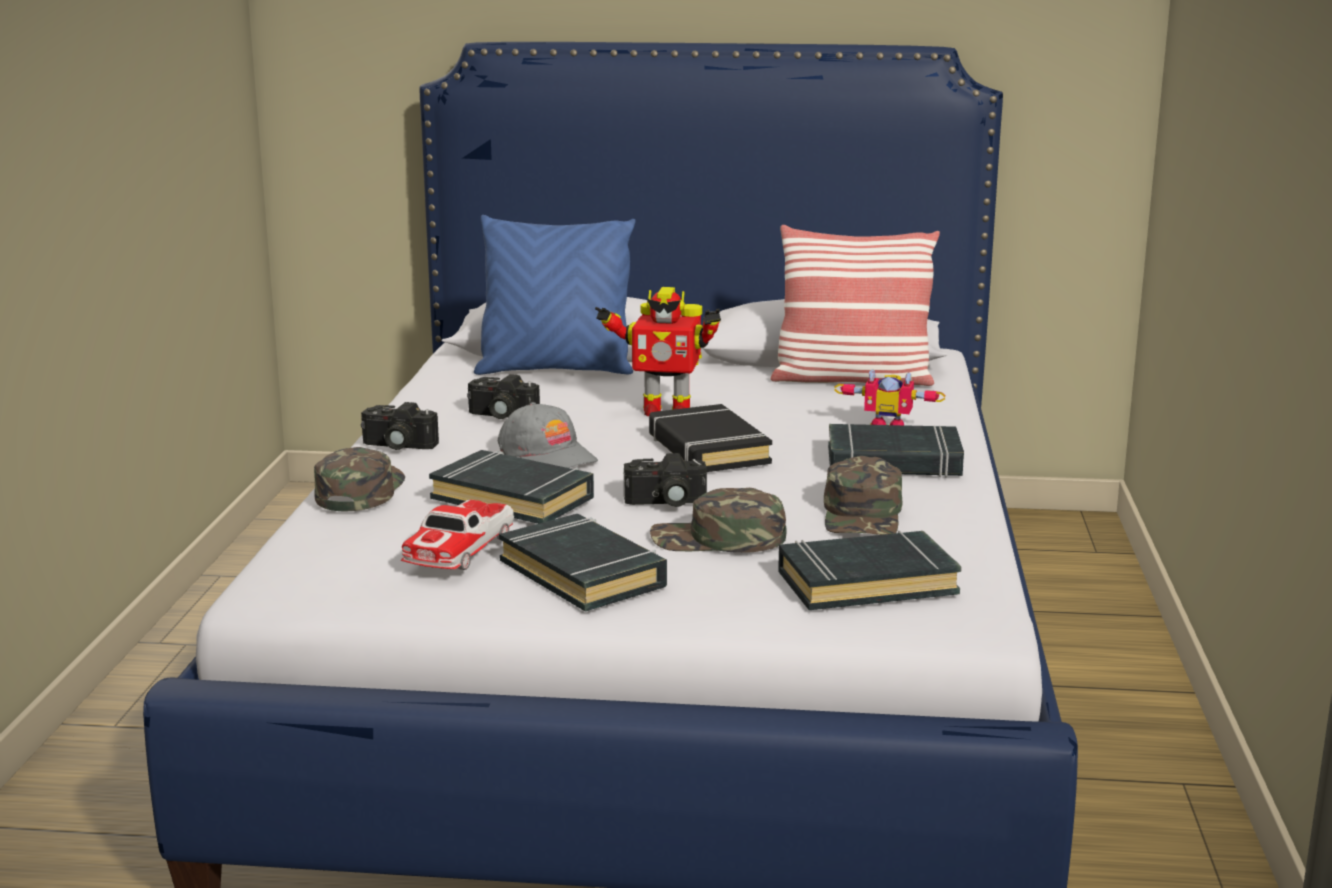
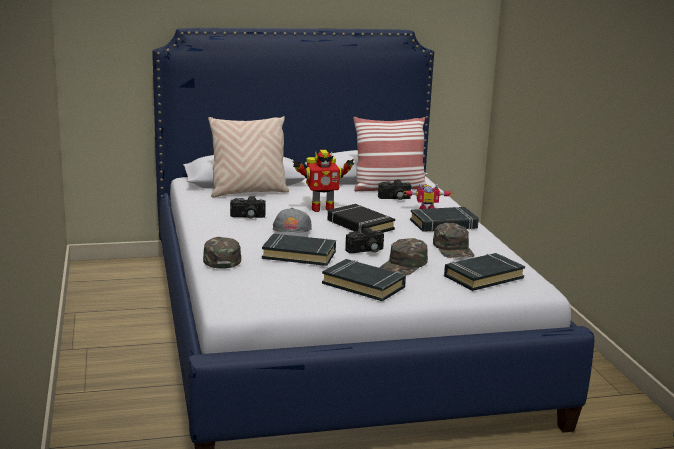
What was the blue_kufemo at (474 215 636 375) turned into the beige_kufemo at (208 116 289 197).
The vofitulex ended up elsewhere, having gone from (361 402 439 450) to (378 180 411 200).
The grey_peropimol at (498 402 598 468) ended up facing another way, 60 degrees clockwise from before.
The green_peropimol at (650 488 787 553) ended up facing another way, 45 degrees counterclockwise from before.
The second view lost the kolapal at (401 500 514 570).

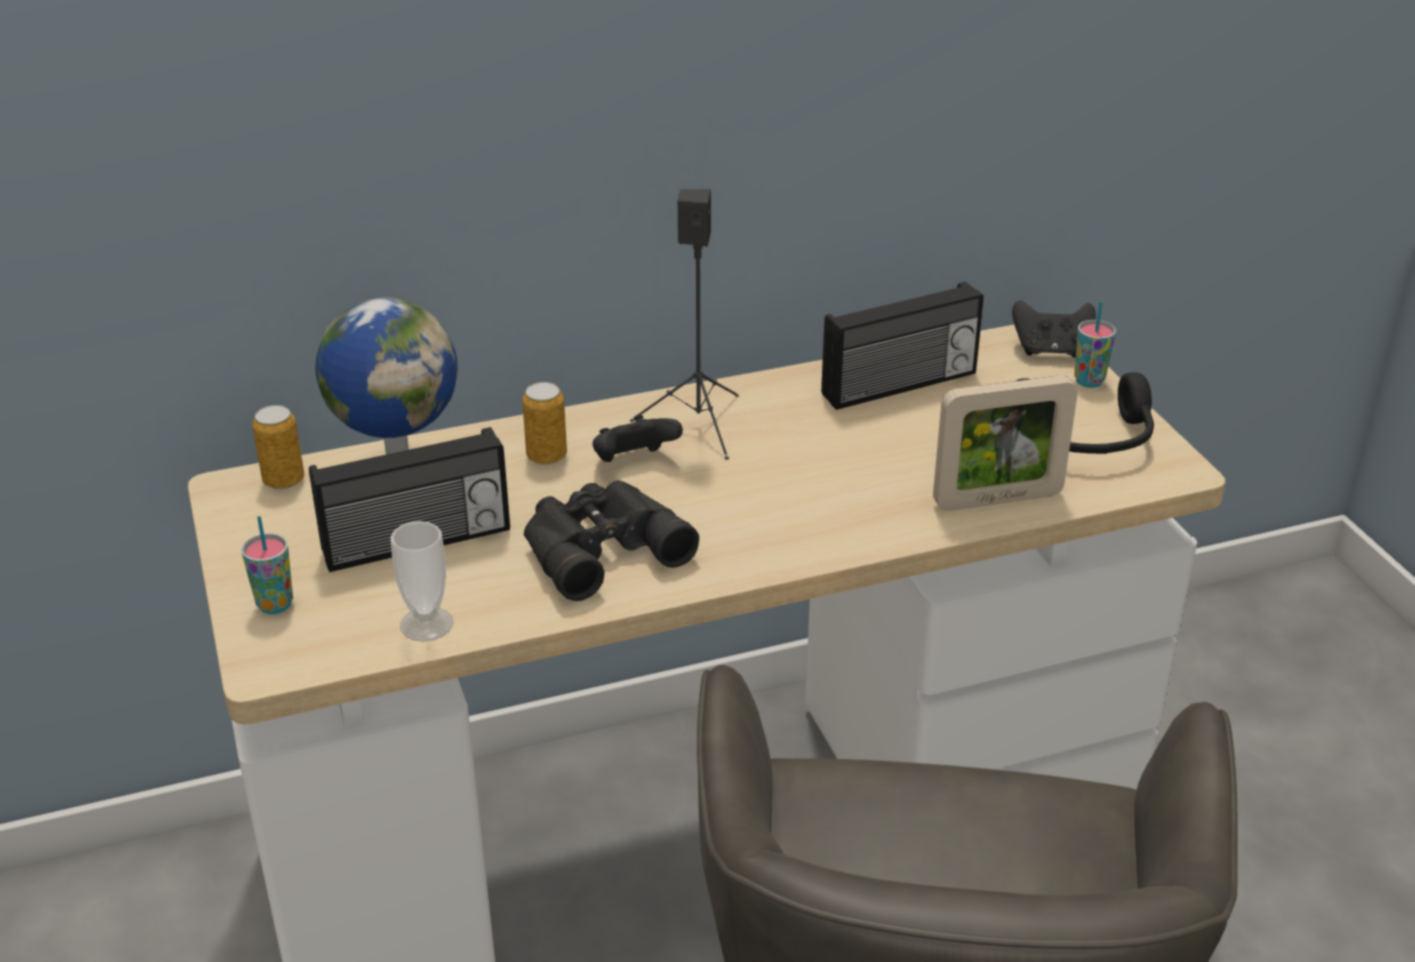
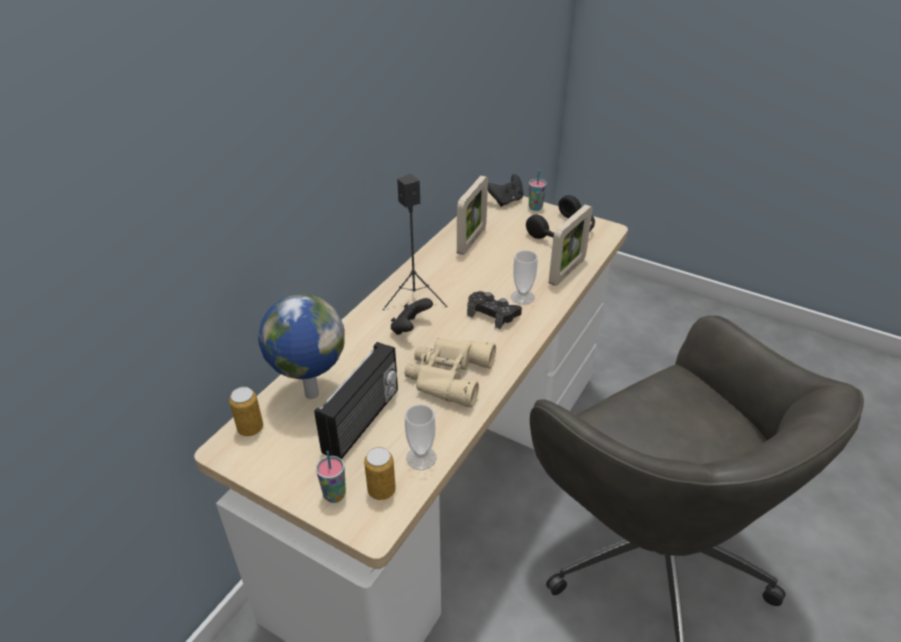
Where the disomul stood at (821 282 984 410), the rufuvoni came to stand at (457 176 488 255).
The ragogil ended up elsewhere, having gone from (522 382 567 465) to (364 447 396 500).
What was the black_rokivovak at (524 480 699 601) turned into the beige_rokivovak at (404 338 496 408).
The second view gained the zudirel at (511 250 538 305).
The second view gained the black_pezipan at (467 291 522 329).

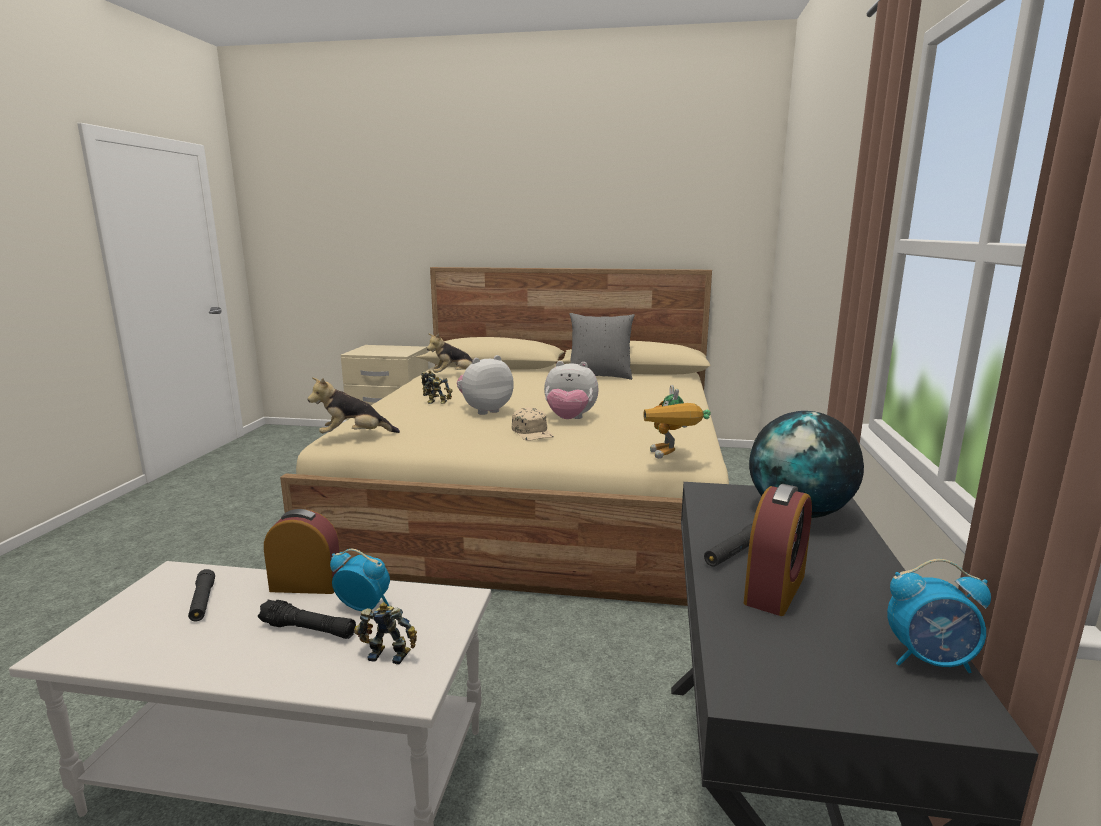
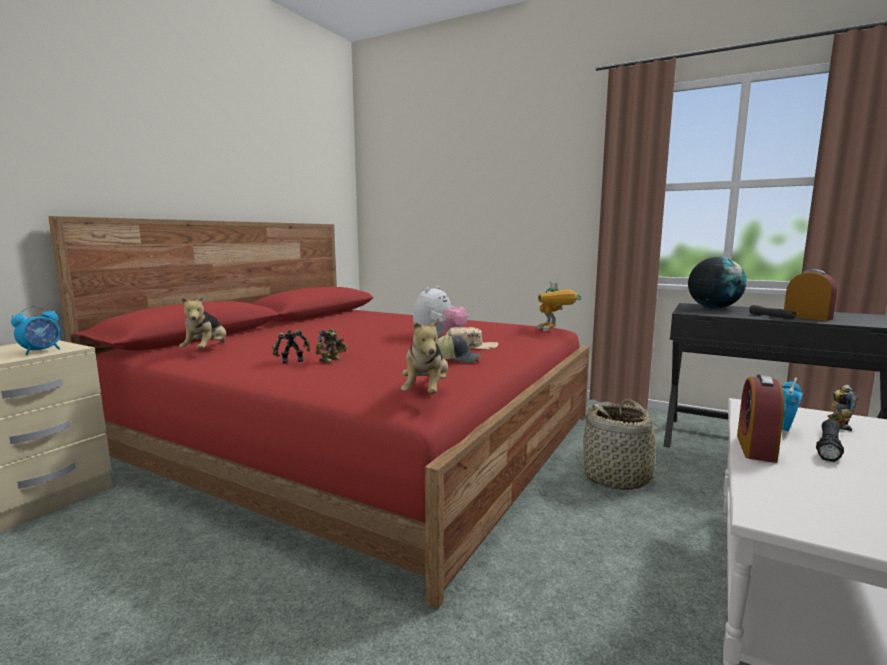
What was the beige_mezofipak at (280 267 729 606) turned into the red_mezofipak at (48 216 590 609).
The second view lost the grey_kufemo at (570 313 635 380).
The second view lost the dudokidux at (457 355 514 415).
The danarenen at (644 385 711 459) ended up facing another way, 60 degrees clockwise from before.
The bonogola ended up elsewhere, having gone from (887 559 991 673) to (11 306 60 355).
The second view lost the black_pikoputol at (188 569 215 621).
The second view gained the peropimol at (437 334 482 364).
The second view gained the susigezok at (576 399 673 490).

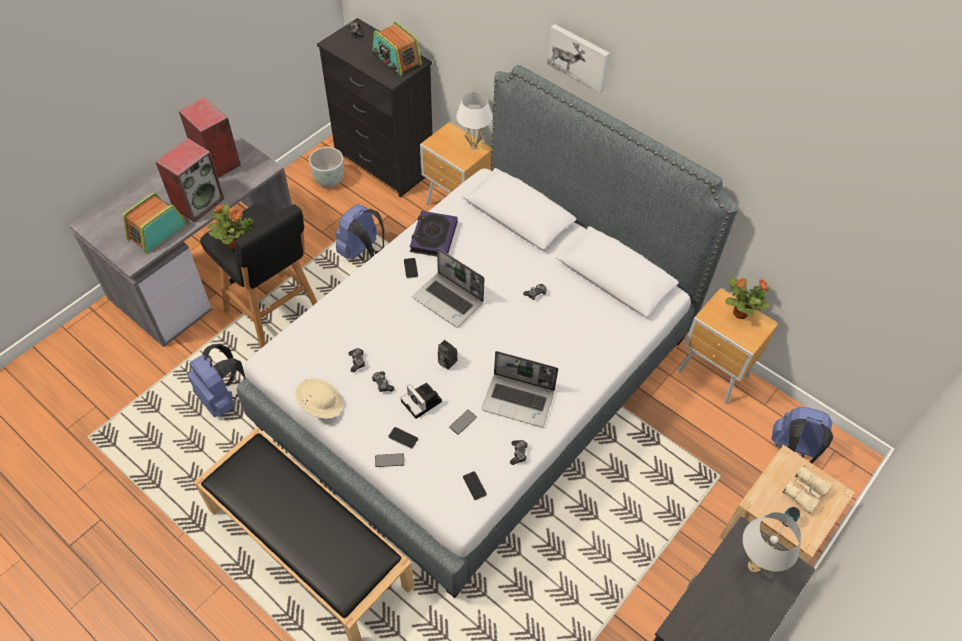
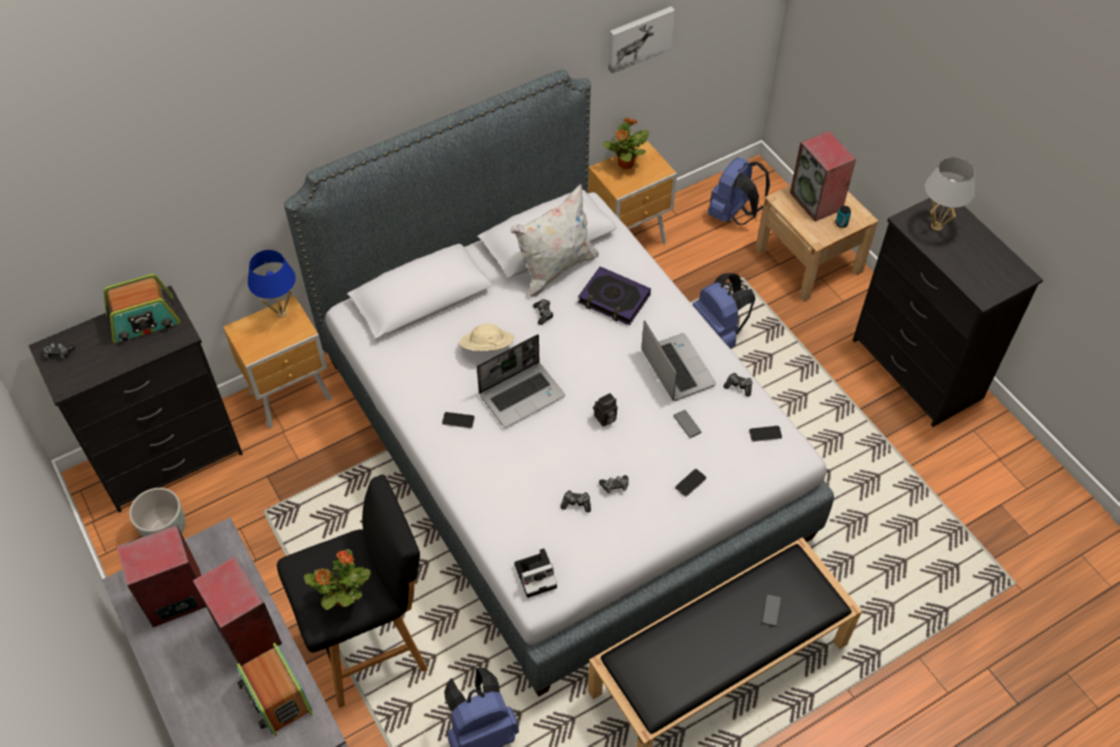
The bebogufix ended up elsewhere, having gone from (547 24 610 93) to (608 6 675 74).
What was the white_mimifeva at (456 92 493 149) turned into the blue_mimifeva at (248 250 296 317).
The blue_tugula ended up elsewhere, having gone from (336 204 384 262) to (693 273 755 349).
The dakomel ended up elsewhere, having gone from (410 211 457 257) to (578 266 651 326).
The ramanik at (481 351 558 427) ended up facing another way, 60 degrees counterclockwise from before.
The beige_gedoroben ended up elsewhere, having gone from (295 378 343 419) to (460 324 514 351).
The vofitulex ended up elsewhere, having gone from (401 383 442 419) to (514 548 557 598).
The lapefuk ended up elsewhere, having gone from (375 453 404 467) to (762 594 781 627).
Where the beige_rokivovak stood at (782 465 832 514), the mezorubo came to stand at (790 131 856 221).
The second view gained the white_kufemo at (511 184 599 297).

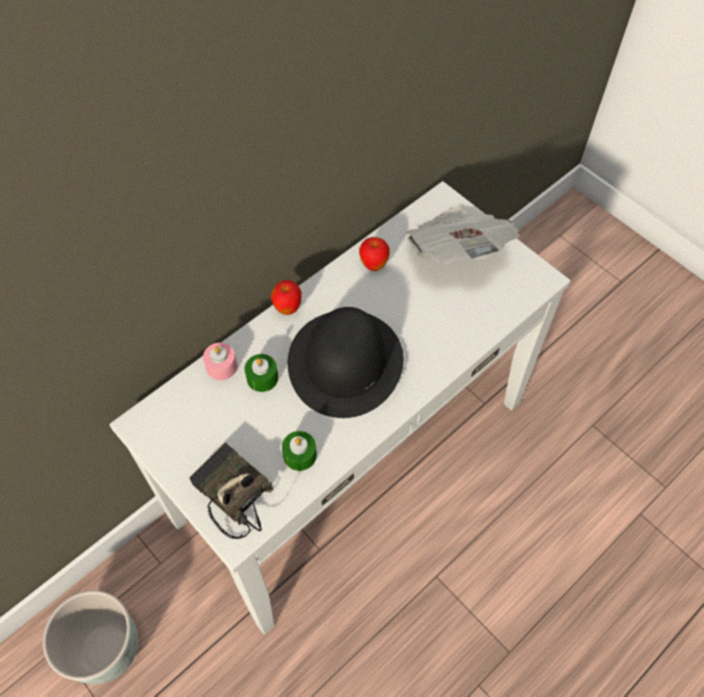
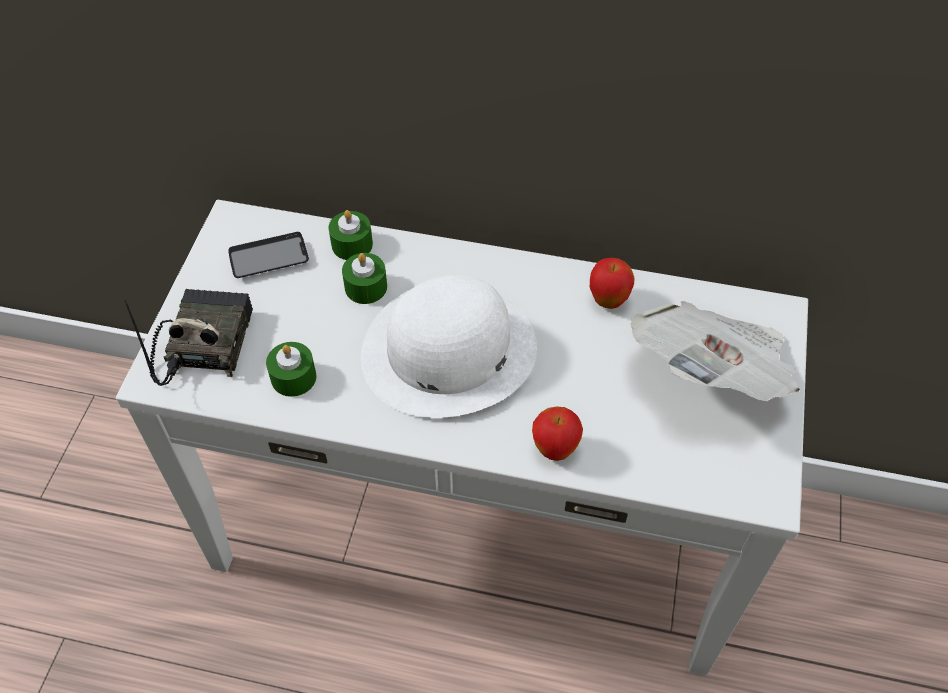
The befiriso ended up elsewhere, having gone from (271 280 302 315) to (532 406 583 461).
What was the black_gedoroben at (288 307 404 418) turned into the white_gedoroben at (361 275 537 418).
What was the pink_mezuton at (203 343 237 380) turned into the green_mezuton at (329 210 373 260).
The second view lost the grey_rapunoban at (43 590 138 684).
The second view gained the lapefuk at (228 232 309 278).

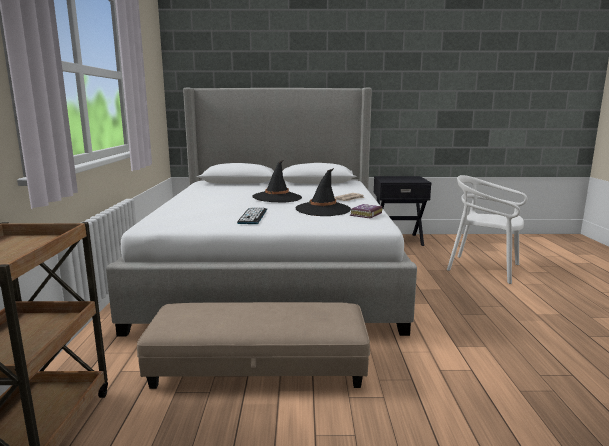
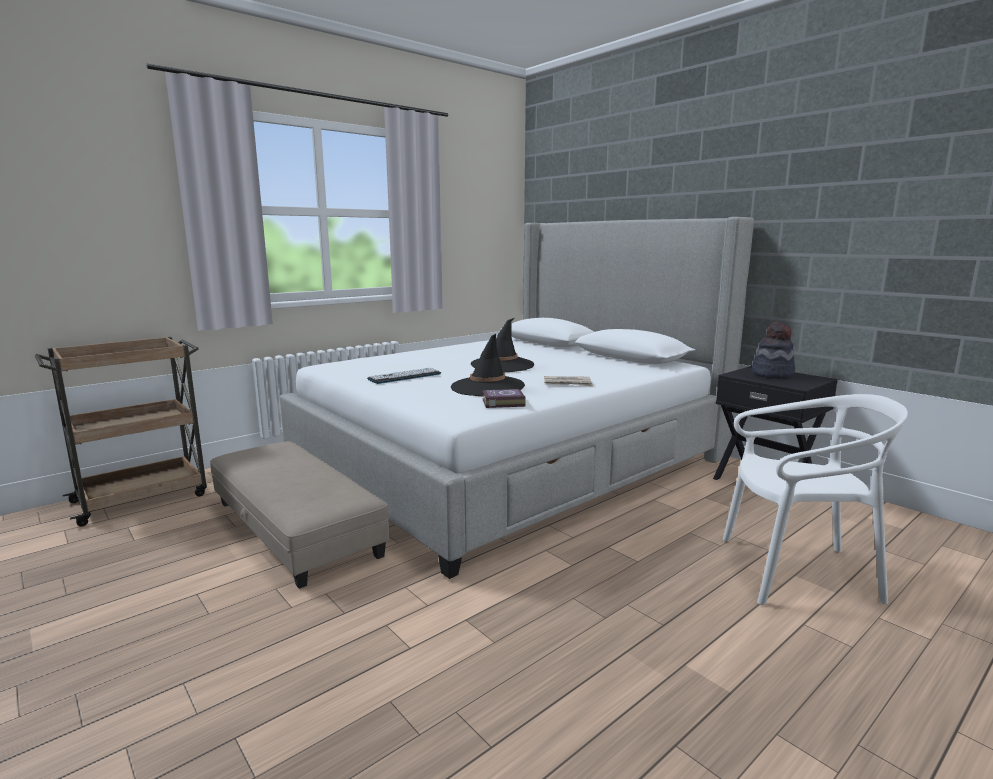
The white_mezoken at (447 175 527 284) ended up facing another way, 105 degrees clockwise from before.
The second view gained the gedoroben at (752 322 795 379).

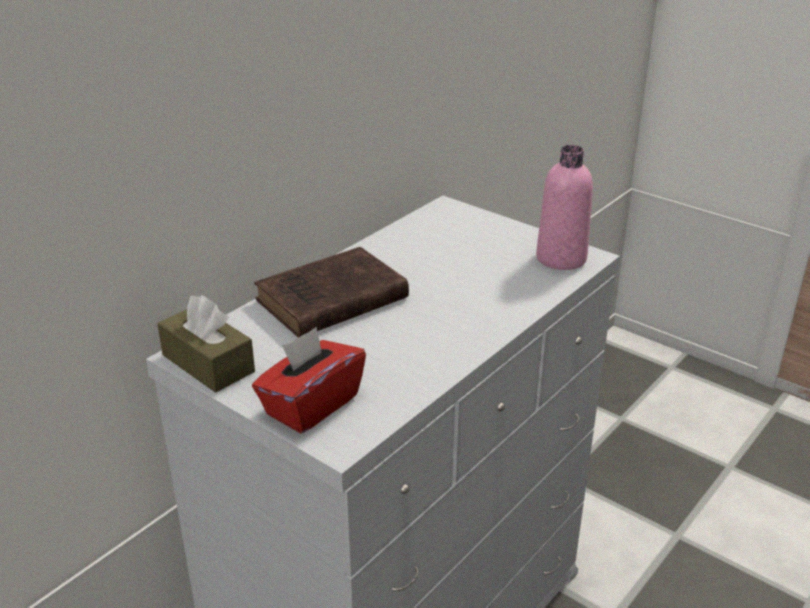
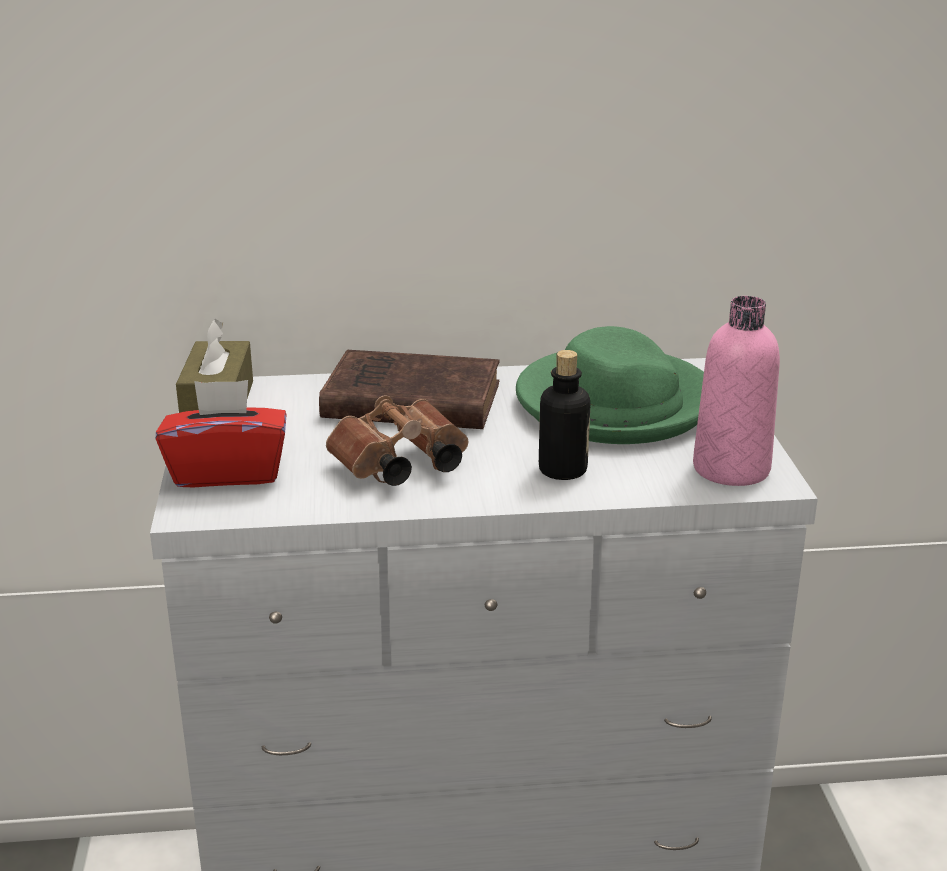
The second view gained the green_gedoroben at (516 326 704 444).
The second view gained the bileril at (539 350 590 480).
The second view gained the brown_rokivovak at (326 395 468 486).

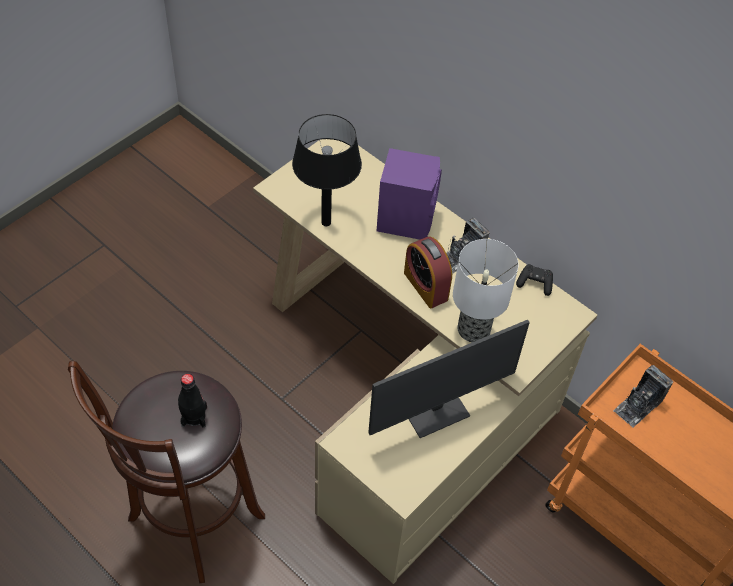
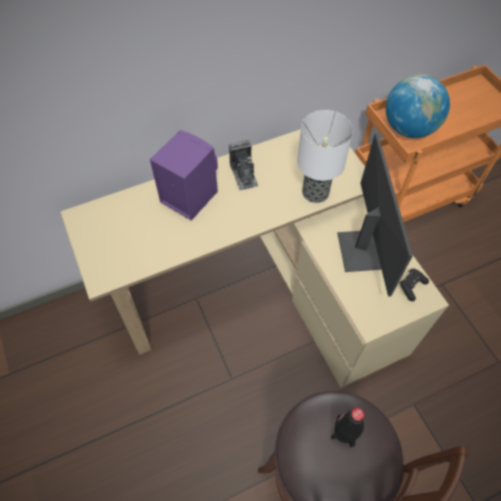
The second view lost the black_mimifeva at (292 114 362 226).
The second view lost the bonogola at (404 236 452 308).
The black_pezipan ended up elsewhere, having gone from (516 264 553 296) to (399 269 429 301).
Where the vofitulex stood at (613 365 673 427), the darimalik came to stand at (386 74 450 138).

